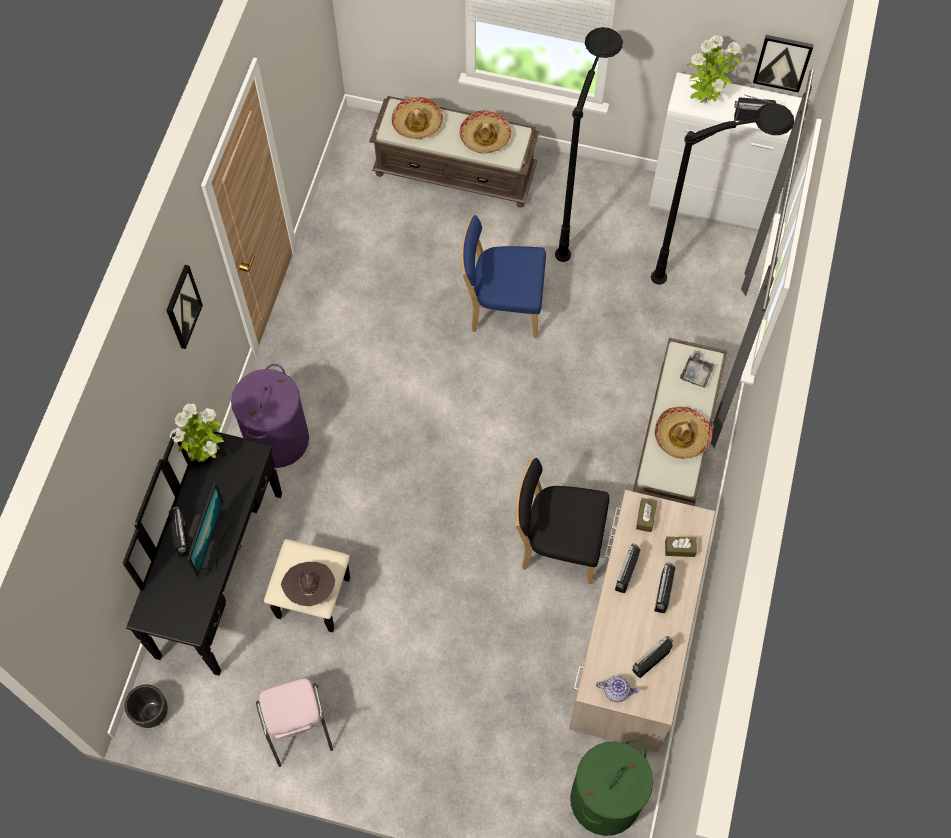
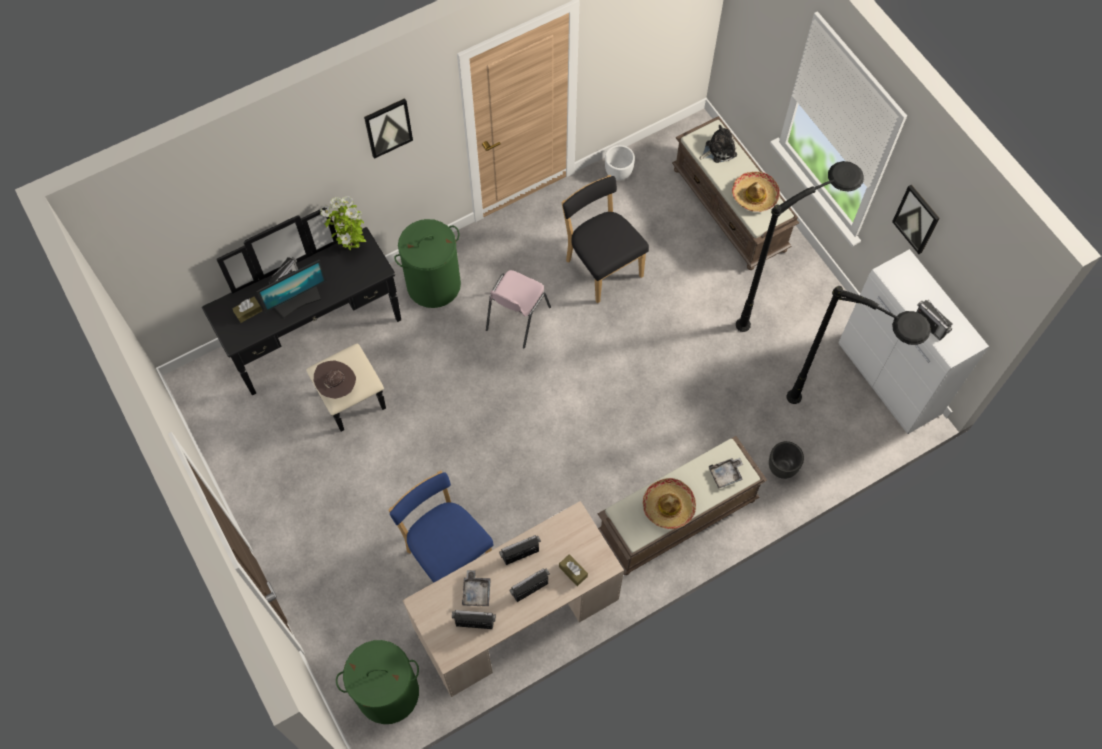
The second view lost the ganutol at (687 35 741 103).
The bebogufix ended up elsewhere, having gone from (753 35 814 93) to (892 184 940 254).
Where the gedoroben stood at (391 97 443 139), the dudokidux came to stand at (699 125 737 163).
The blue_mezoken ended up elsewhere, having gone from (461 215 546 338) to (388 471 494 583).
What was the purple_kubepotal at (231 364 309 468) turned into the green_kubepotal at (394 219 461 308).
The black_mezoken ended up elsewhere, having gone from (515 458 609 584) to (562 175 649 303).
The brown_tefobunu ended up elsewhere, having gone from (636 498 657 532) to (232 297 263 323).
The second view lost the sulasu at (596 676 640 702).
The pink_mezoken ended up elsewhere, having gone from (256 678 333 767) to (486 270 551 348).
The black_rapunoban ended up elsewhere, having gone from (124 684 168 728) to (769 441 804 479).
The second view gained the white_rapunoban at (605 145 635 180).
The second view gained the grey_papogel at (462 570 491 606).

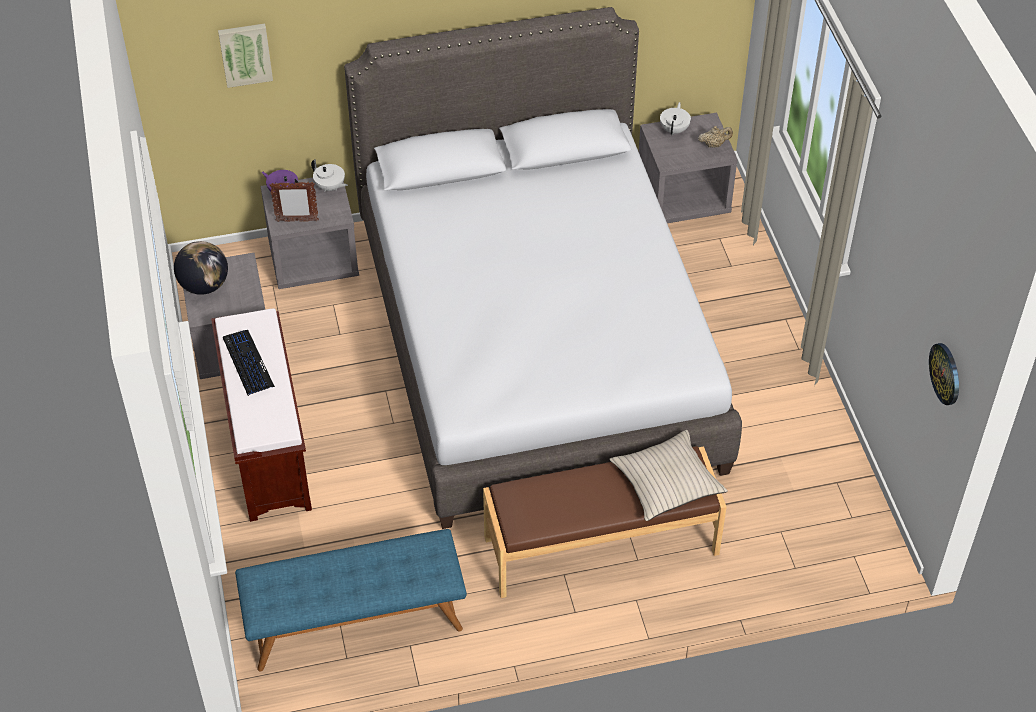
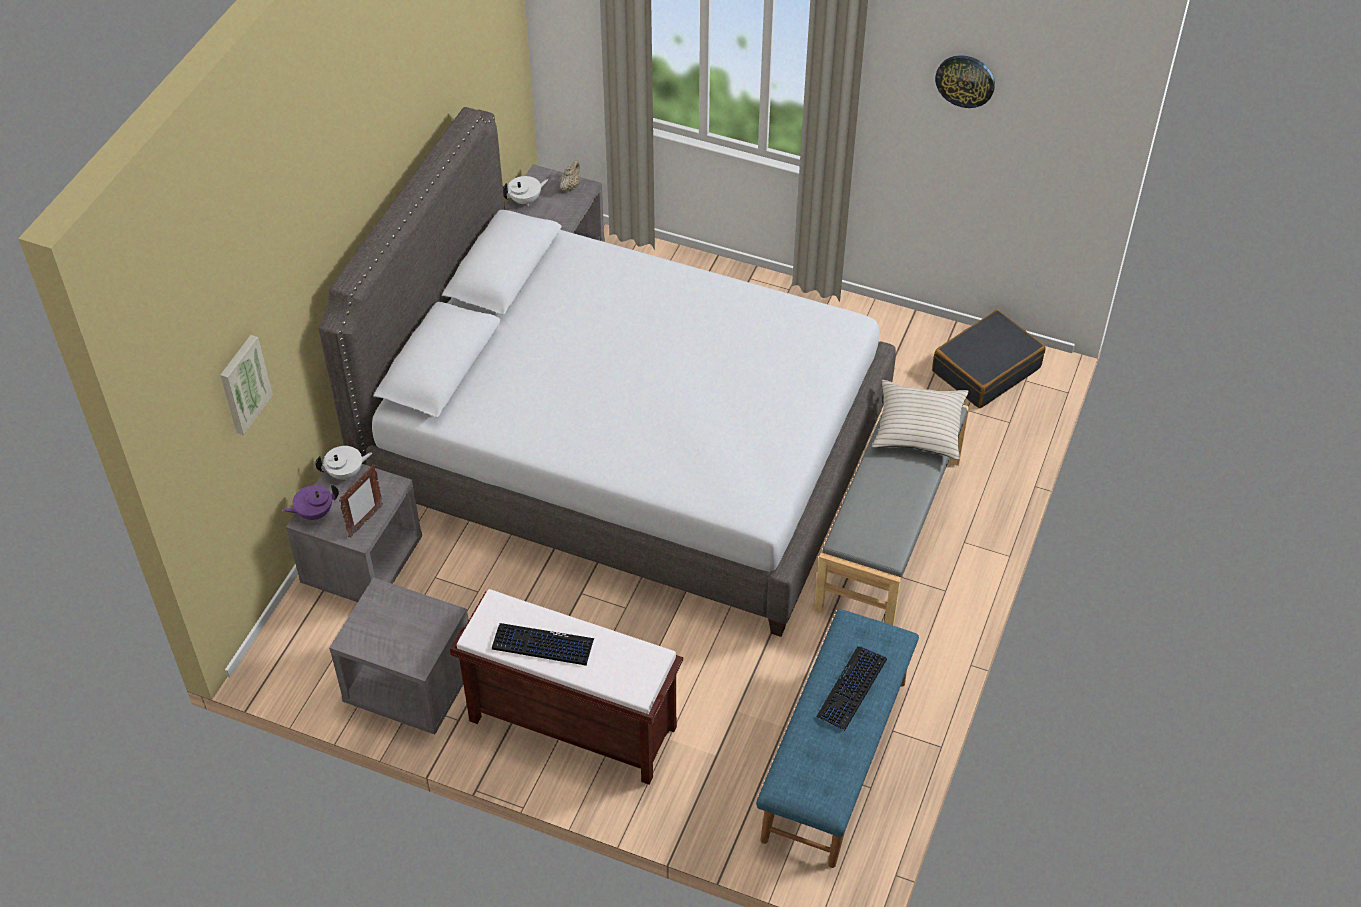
The white_sulasu at (660 102 691 135) ended up facing another way, 105 degrees clockwise from before.
The second view lost the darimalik at (174 241 228 295).
The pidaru ended up elsewhere, having gone from (929 343 959 405) to (935 55 995 108).
What was the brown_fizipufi at (483 446 727 598) turned into the grey_fizipufi at (814 405 970 626).
The second view gained the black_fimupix at (932 310 1046 408).
The second view gained the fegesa at (816 646 887 731).

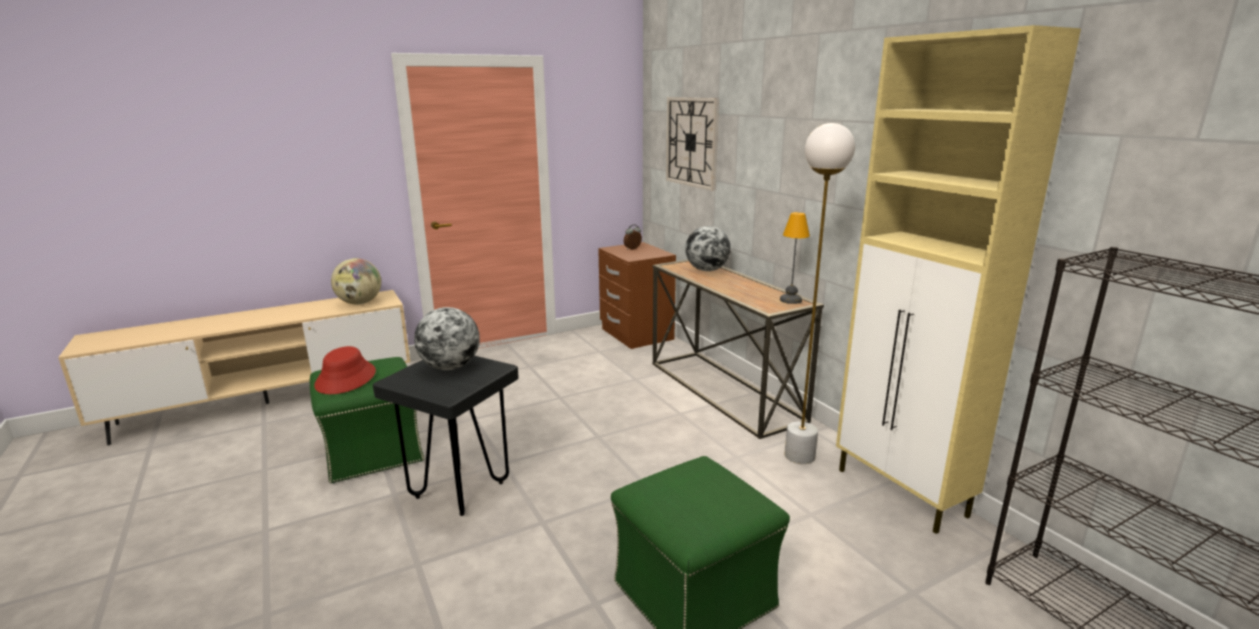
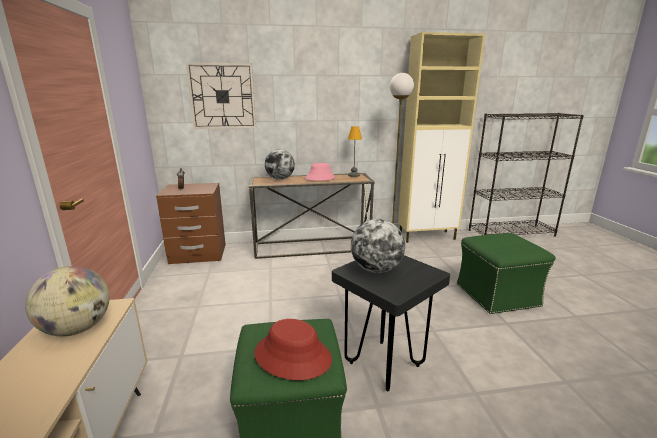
The second view gained the pink_gedoroben at (305 163 335 181).

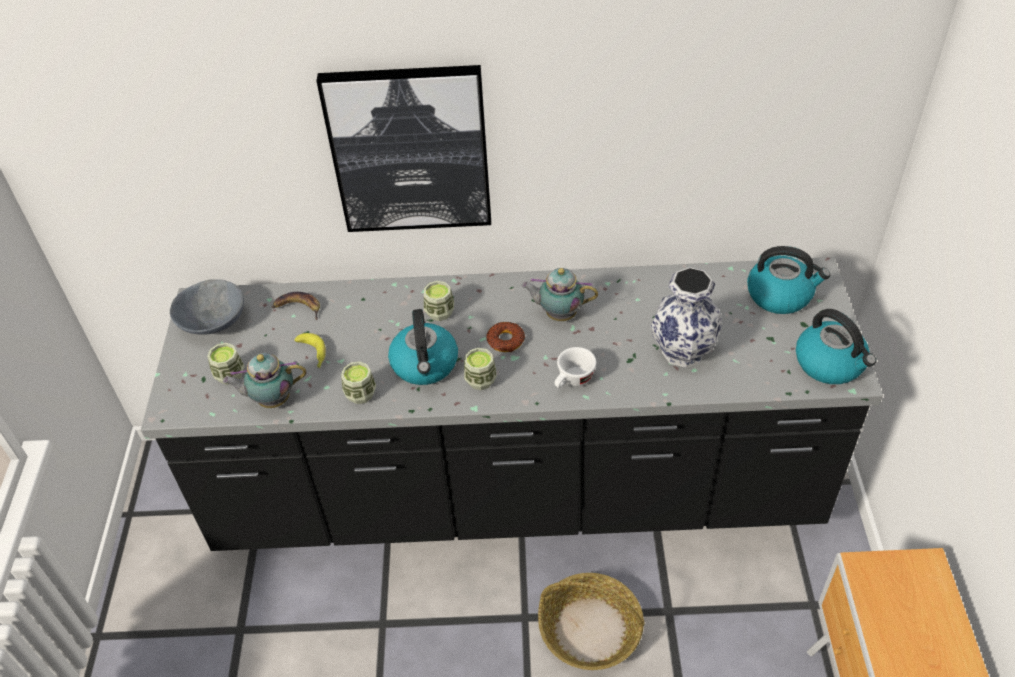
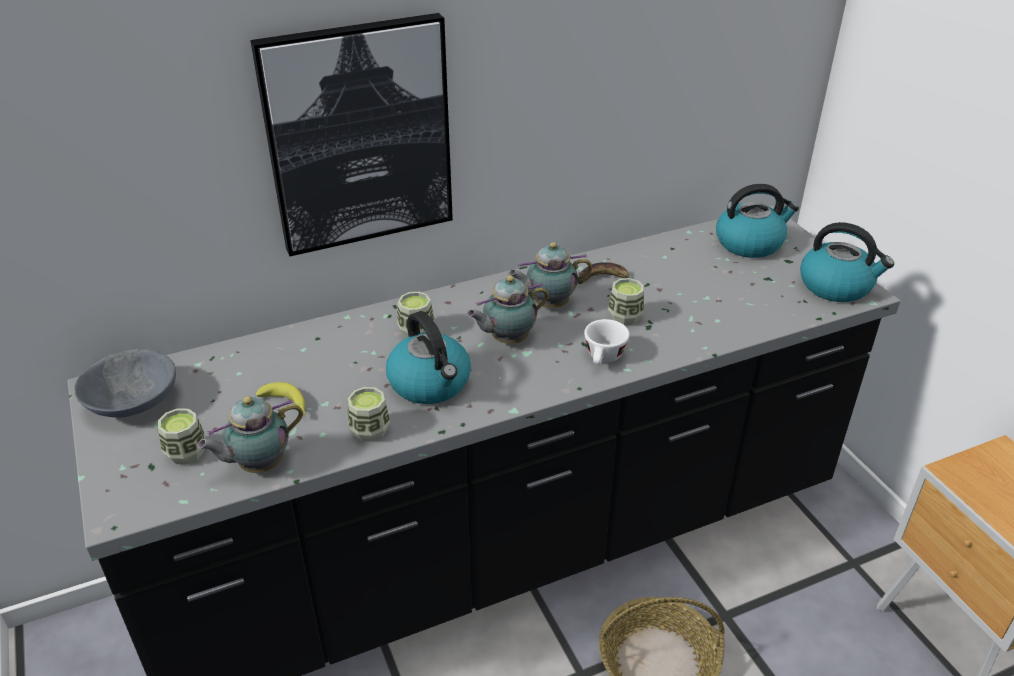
The second view lost the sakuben at (651 267 722 368).
The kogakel ended up elsewhere, having gone from (272 292 320 320) to (578 262 629 284).
Where the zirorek stood at (486 322 525 352), the sulasu came to stand at (467 276 549 344).
The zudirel ended up elsewhere, having gone from (464 348 496 390) to (608 278 644 325).

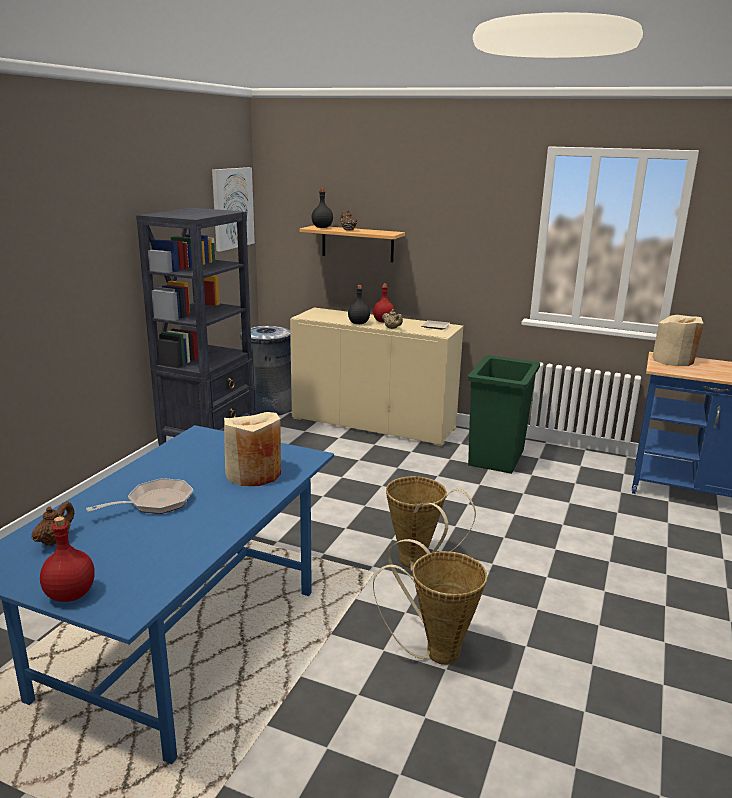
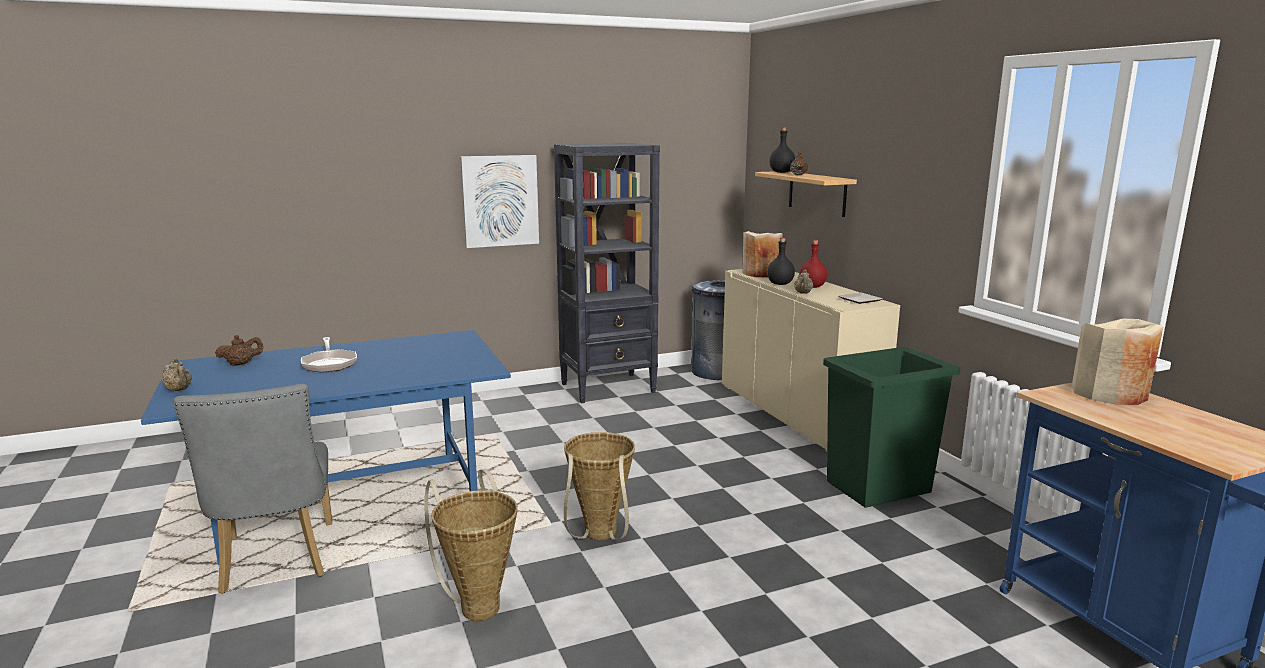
The bebogufix ended up elsewhere, having gone from (212 167 255 252) to (460 155 539 248).
The beige_sakuben ended up elsewhere, having gone from (224 412 281 486) to (742 231 782 278).
The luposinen at (86 478 193 514) ended up facing another way, 60 degrees clockwise from before.
Where the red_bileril stood at (40 516 95 602), the beige_sulasu came to stand at (162 358 192 391).
The second view gained the grey_mezoken at (173 384 332 594).

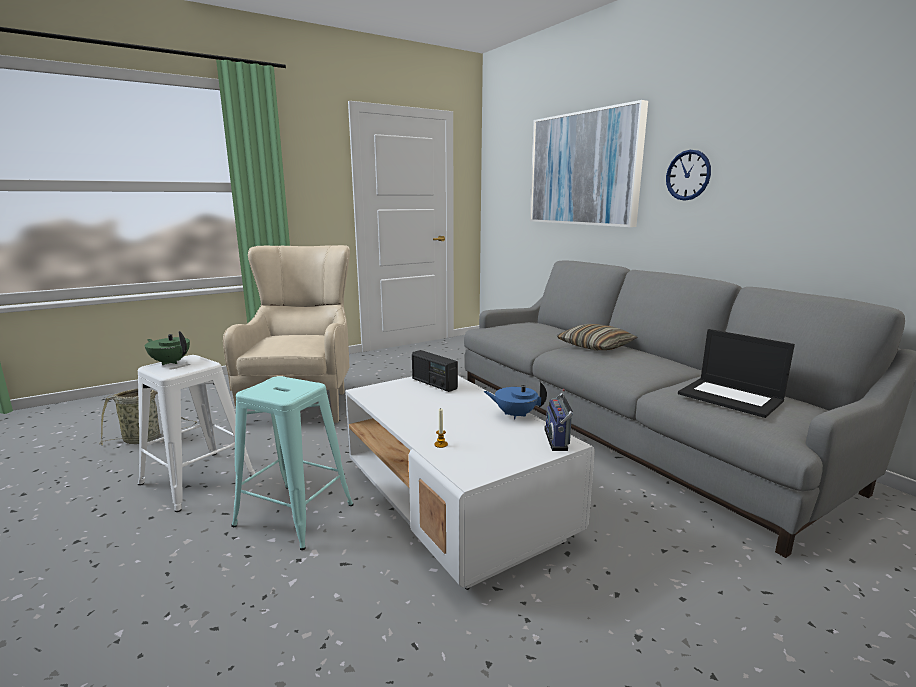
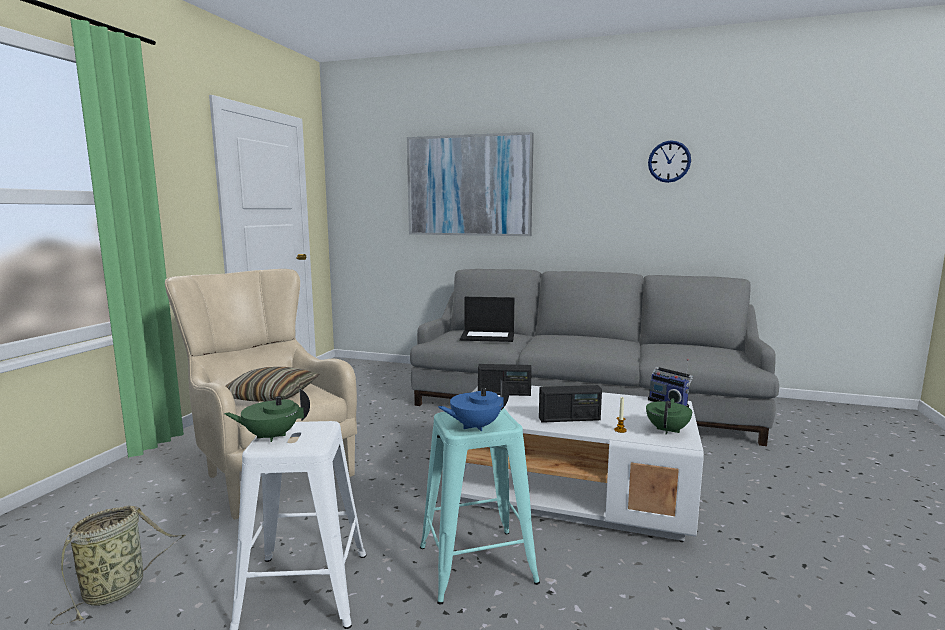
The pidaru ended up elsewhere, having gone from (666 150 711 201) to (648 141 691 183).
The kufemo ended up elsewhere, having gone from (557 324 637 350) to (226 367 319 402).
The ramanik ended up elsewhere, having gone from (678 329 795 418) to (460 297 514 342).
The blue_sulasu ended up elsewhere, having gone from (484 382 547 419) to (438 379 509 431).
The second view gained the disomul at (539 385 602 423).
The second view gained the green_sulasu at (646 398 692 434).

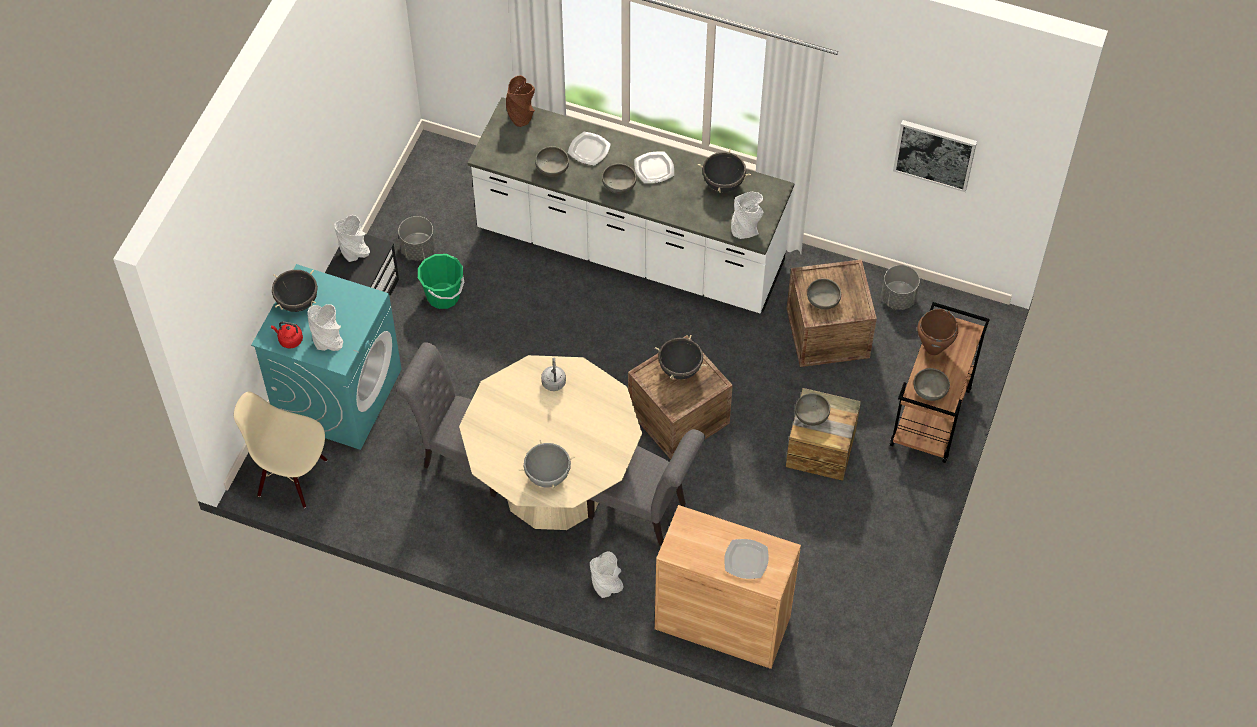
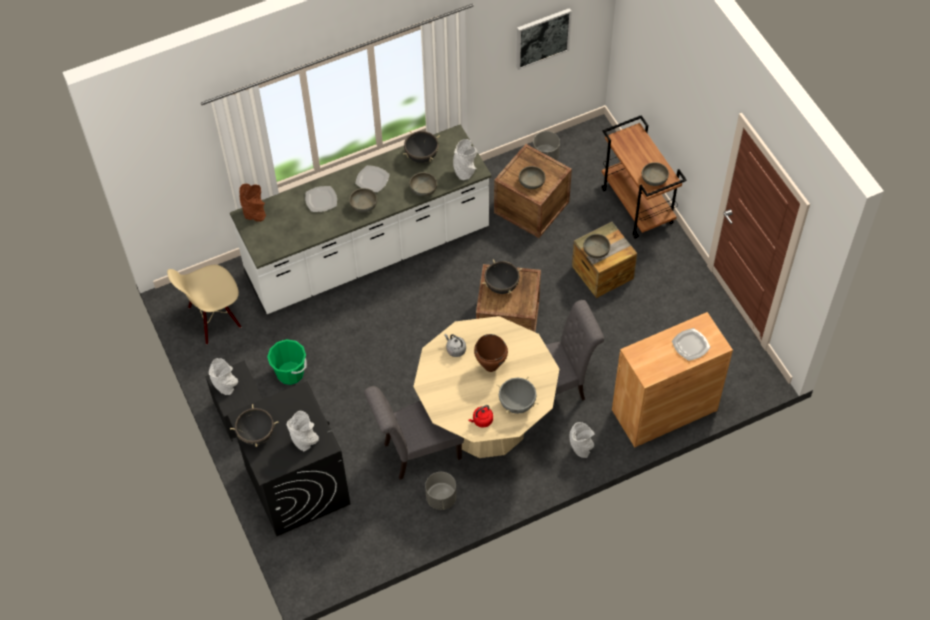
The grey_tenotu ended up elsewhere, having gone from (535 146 569 177) to (409 172 437 196).
The grey_rapunoban ended up elsewhere, having gone from (398 216 435 260) to (425 472 457 510).
What was the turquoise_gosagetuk at (251 264 402 450) turned into the black_gosagetuk at (227 381 351 536).
The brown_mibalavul ended up elsewhere, having gone from (917 309 958 355) to (474 334 508 372).
The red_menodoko ended up elsewhere, having gone from (271 321 303 349) to (468 405 493 428).
The beige_mezoken ended up elsewhere, having gone from (234 392 327 508) to (167 265 241 345).

